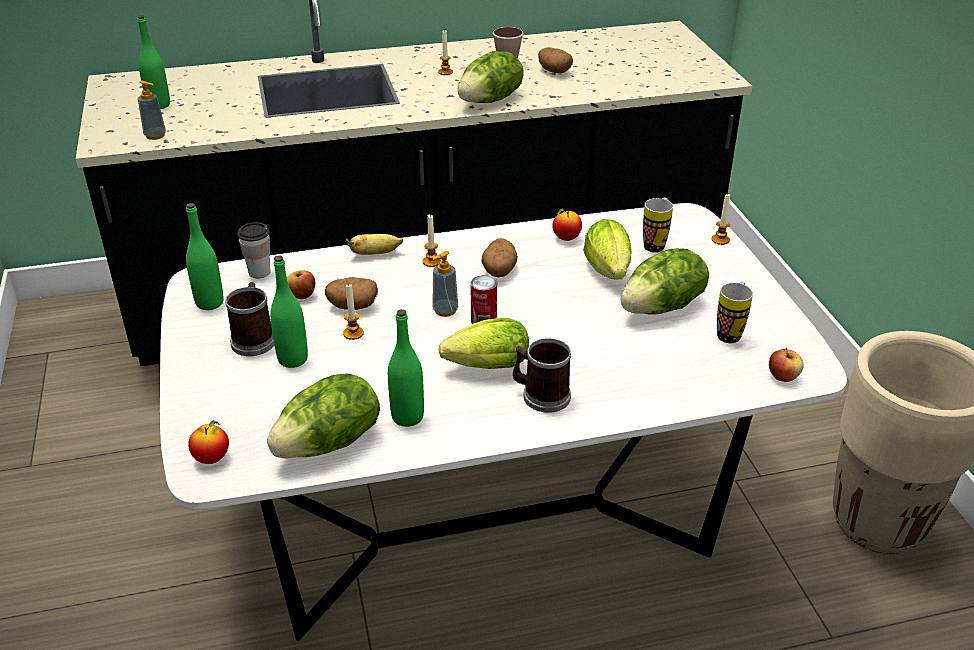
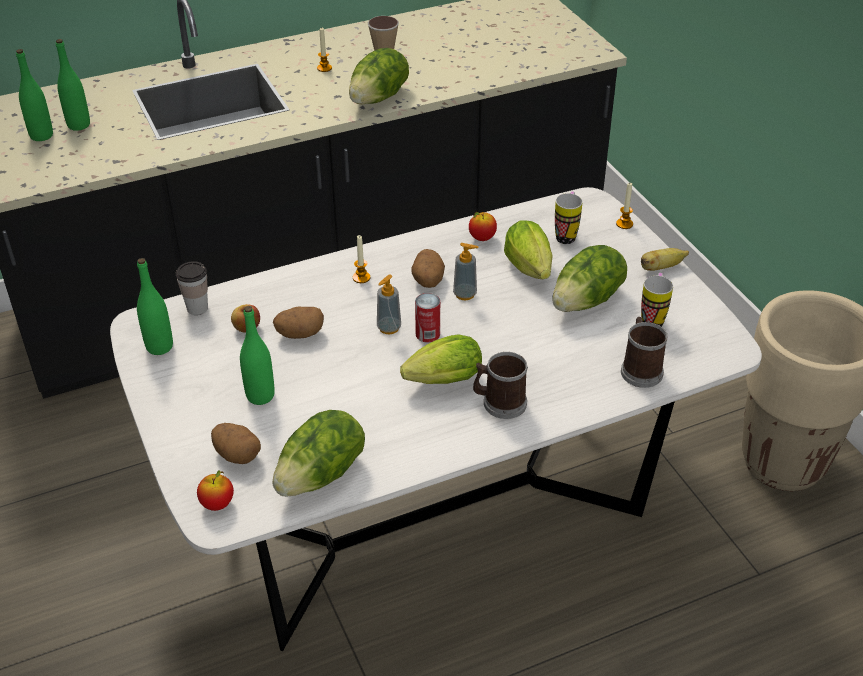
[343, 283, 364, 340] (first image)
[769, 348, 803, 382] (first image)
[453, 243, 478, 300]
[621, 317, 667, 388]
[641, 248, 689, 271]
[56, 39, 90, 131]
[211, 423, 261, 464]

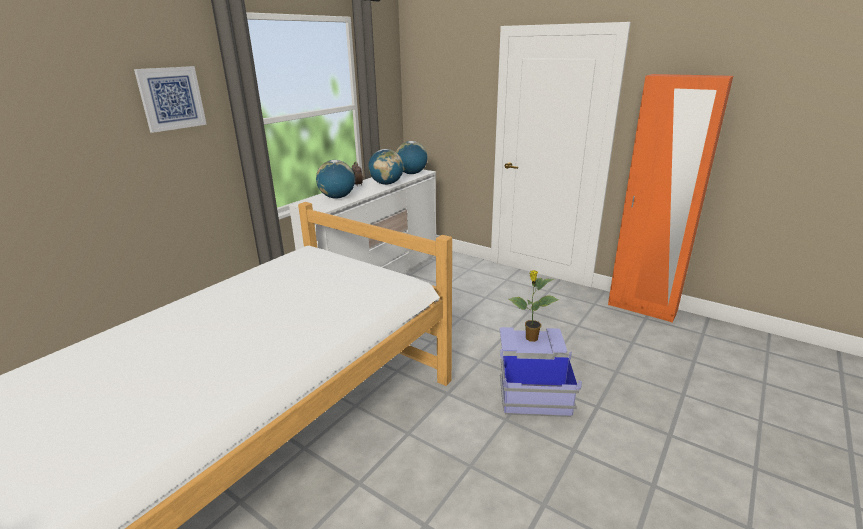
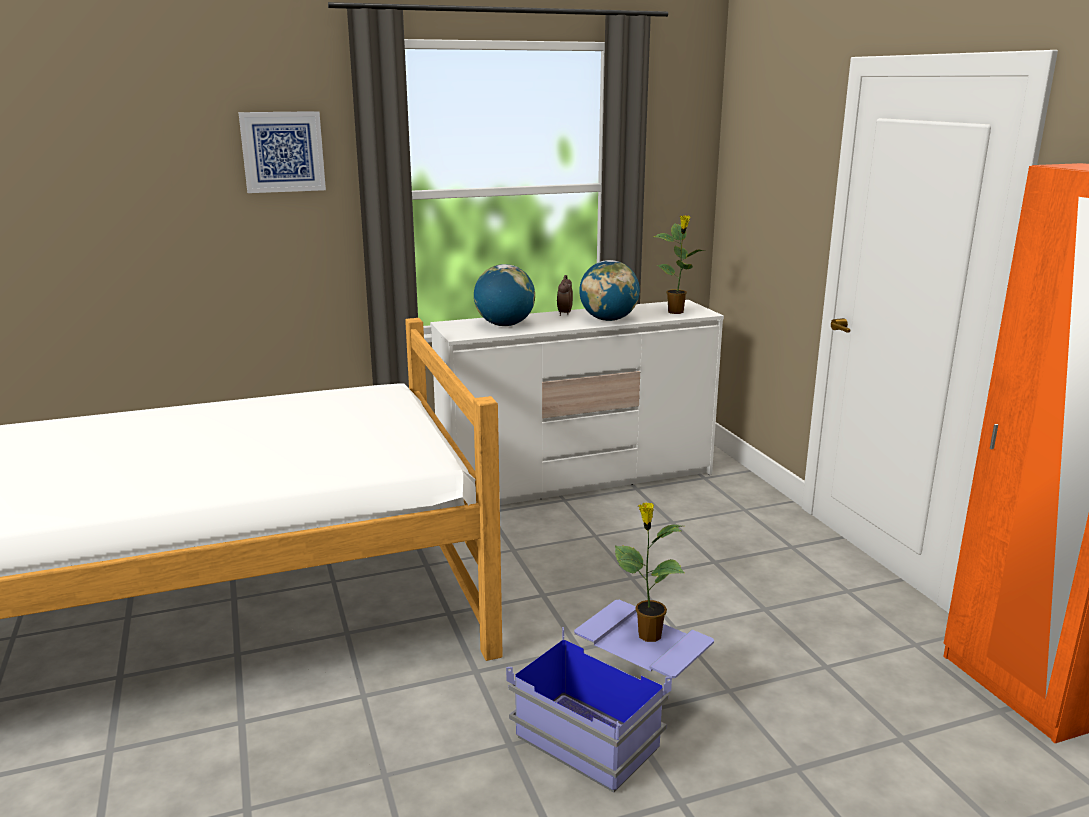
[654, 215, 704, 314]

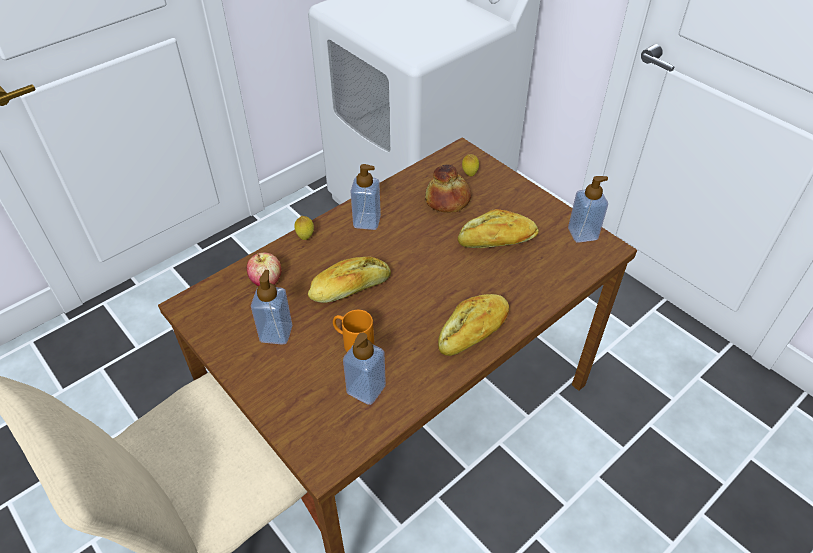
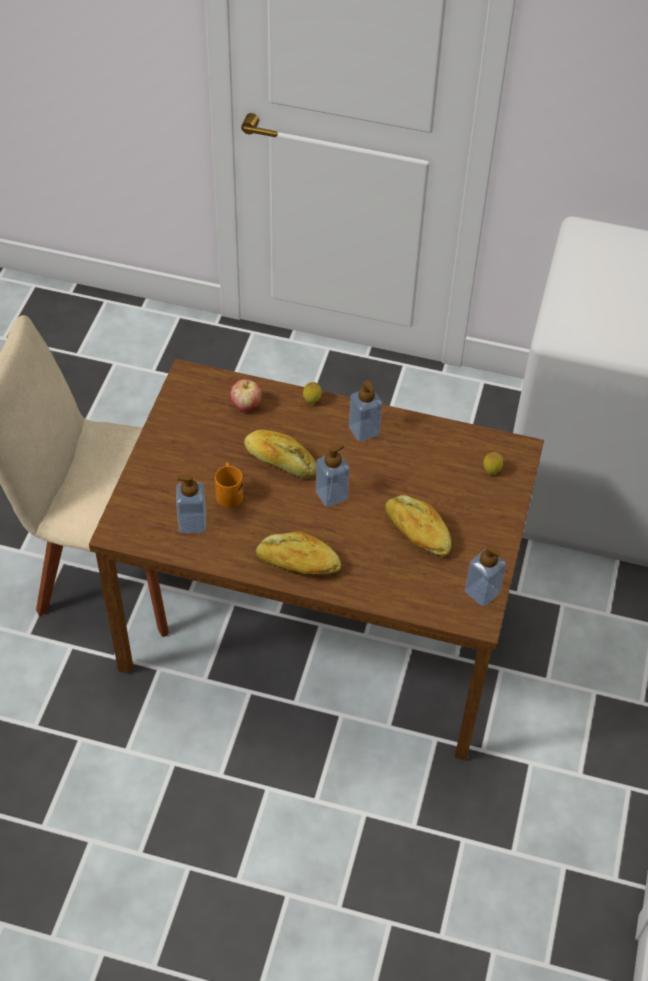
[425, 164, 471, 212] (first image)
[316, 444, 350, 507]

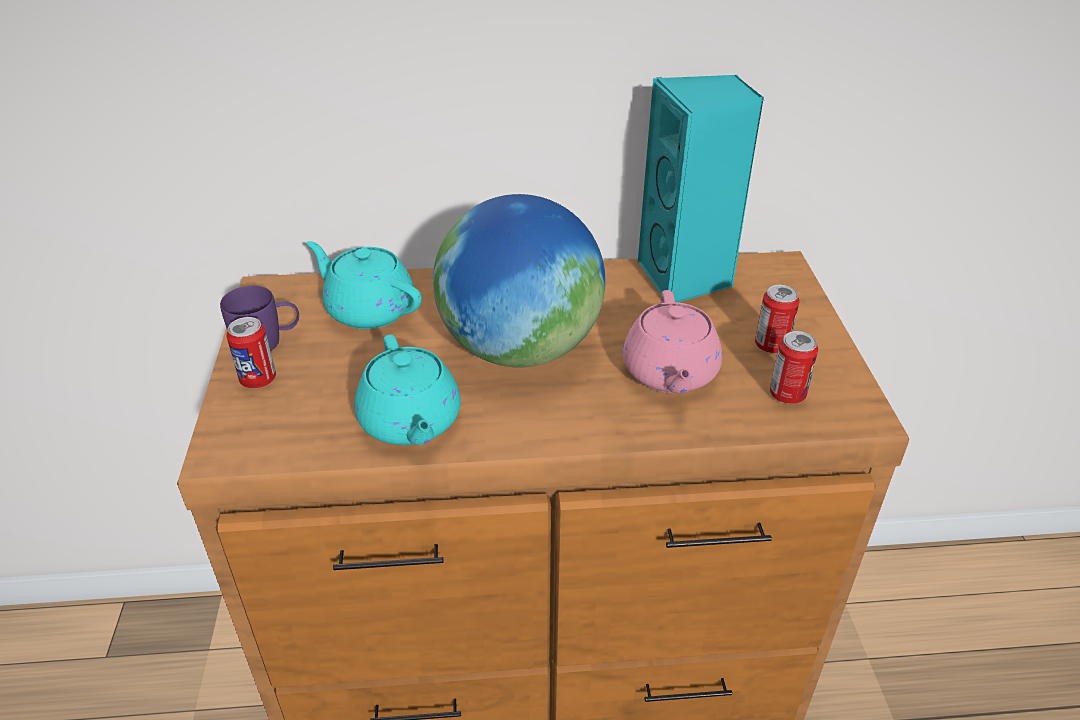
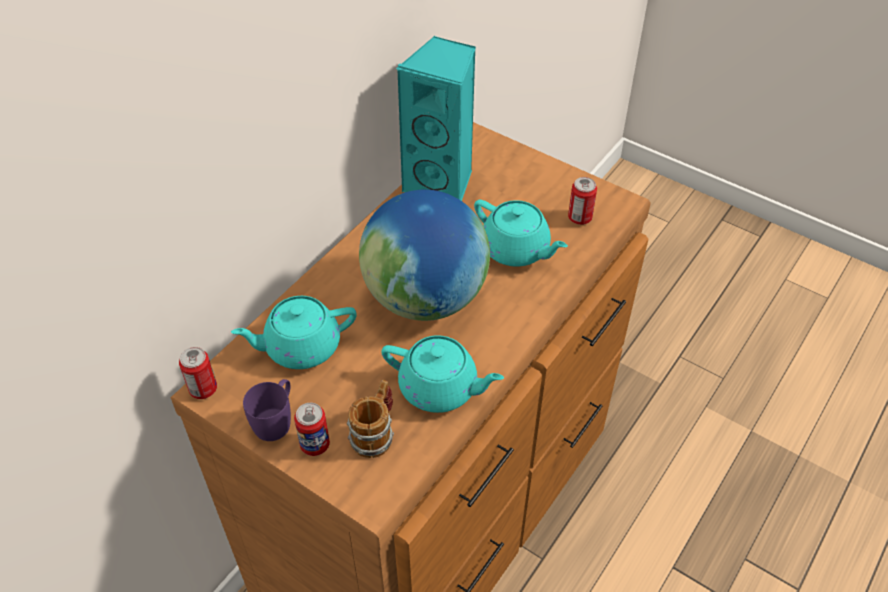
[347, 380, 394, 458]
[179, 347, 217, 399]
[474, 200, 568, 266]

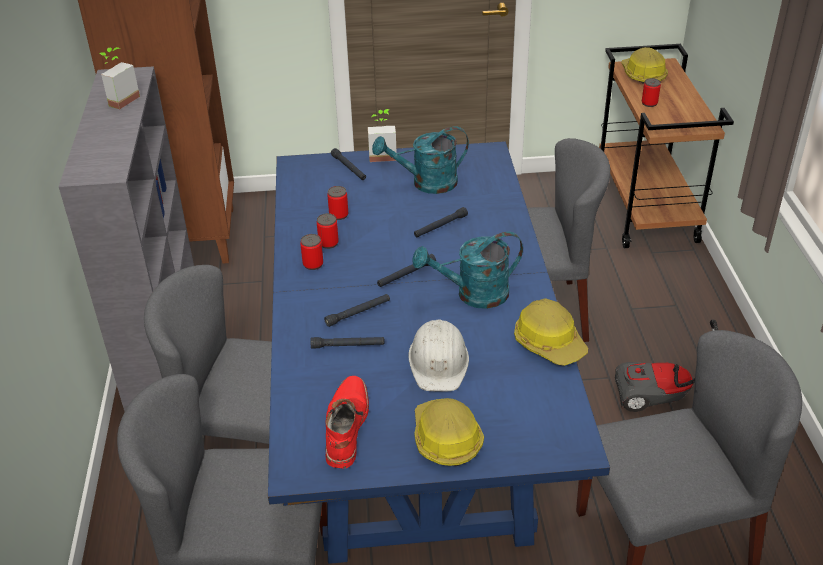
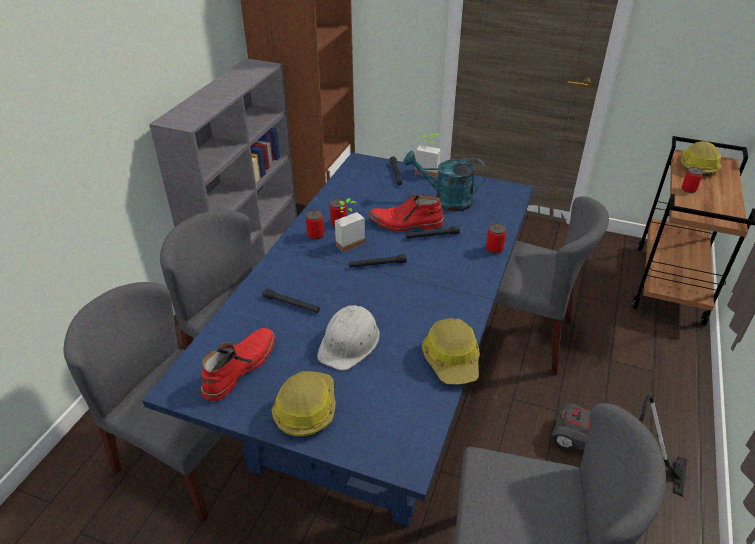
[324, 294, 390, 327] (first image)
[413, 232, 523, 309] (first image)
[369, 193, 444, 231]
[335, 198, 365, 252]
[486, 223, 506, 254]

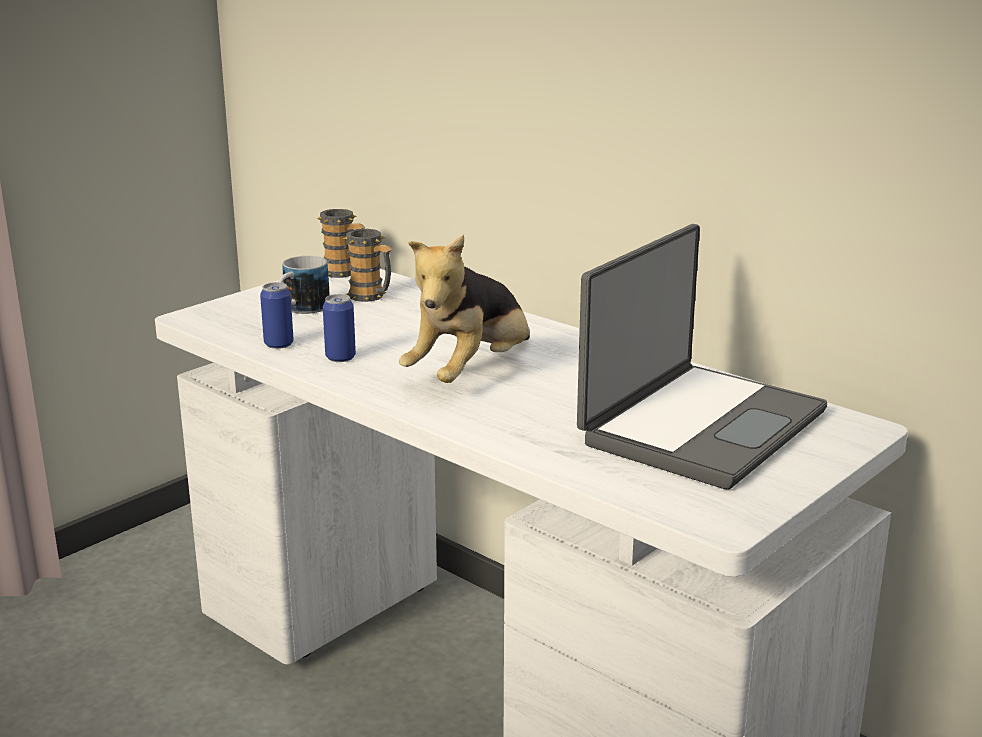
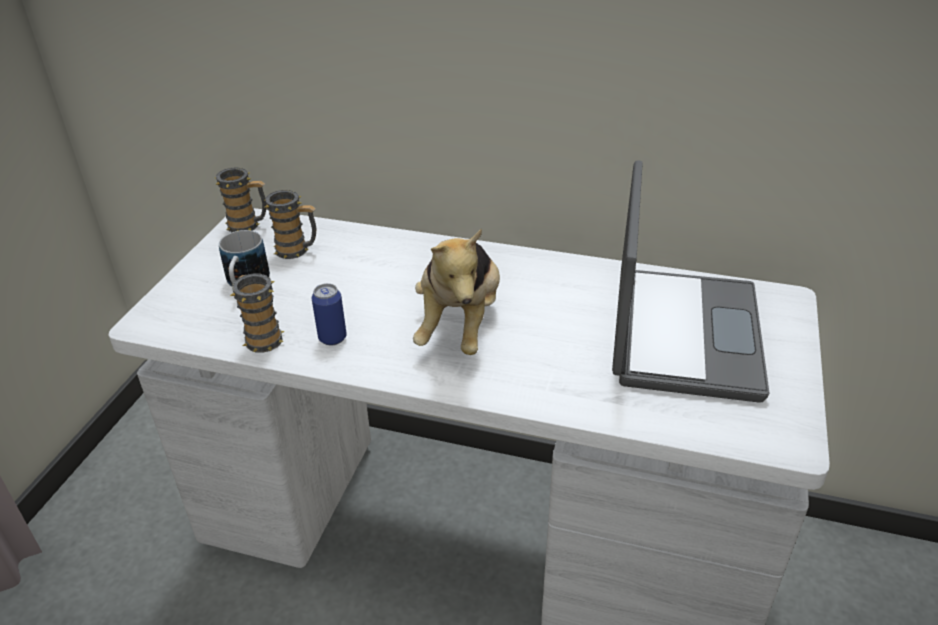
[230, 274, 284, 353]

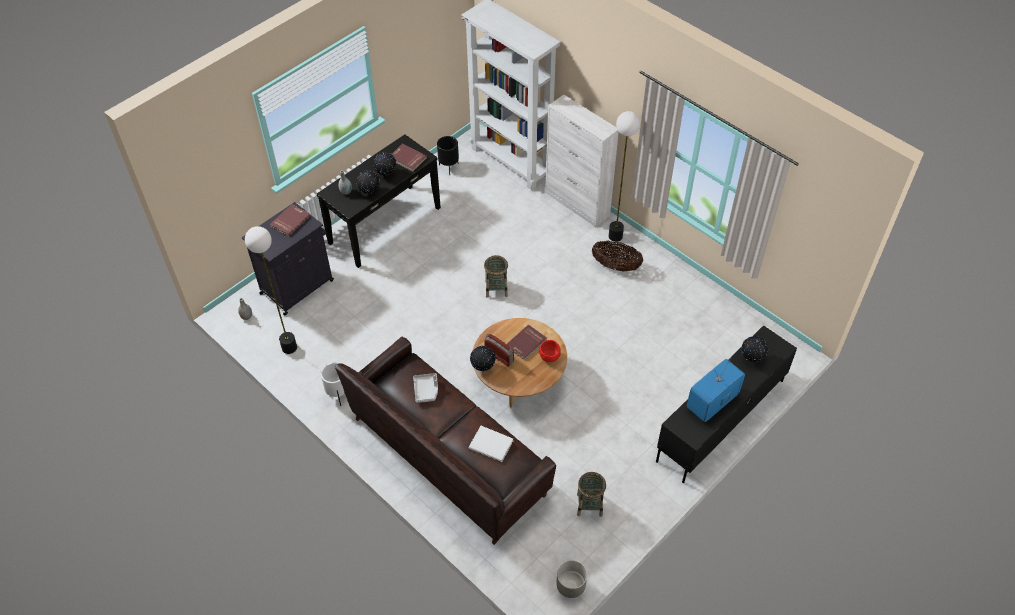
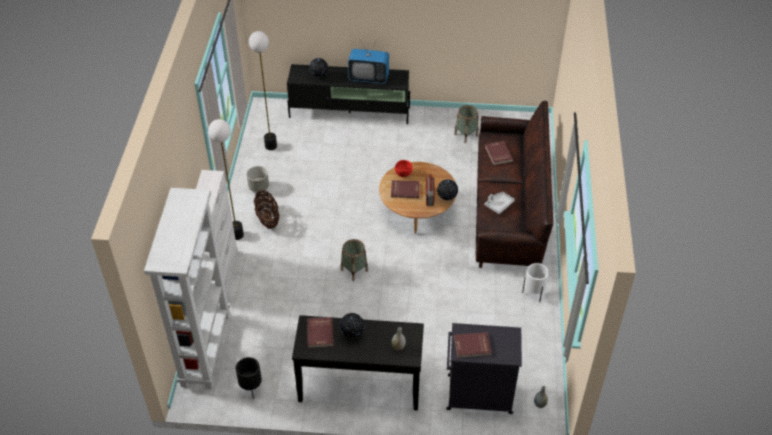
[356, 170, 380, 194] (first image)
[249, 31, 277, 150]
[247, 166, 269, 192]
[485, 141, 514, 165]

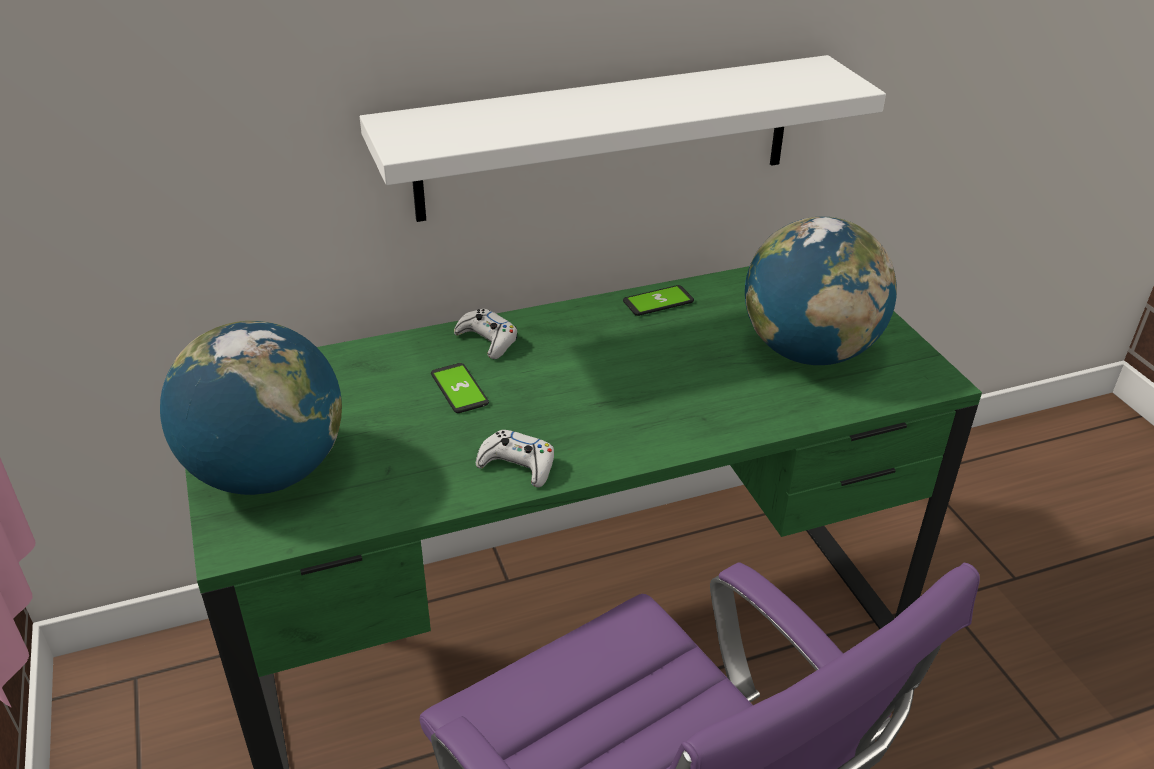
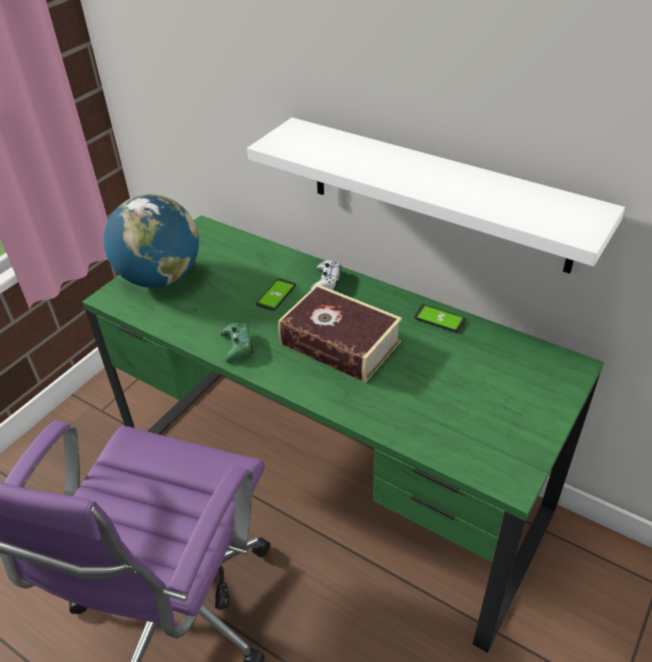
[745, 217, 897, 365] (first image)
[278, 284, 402, 383]
[221, 323, 253, 363]

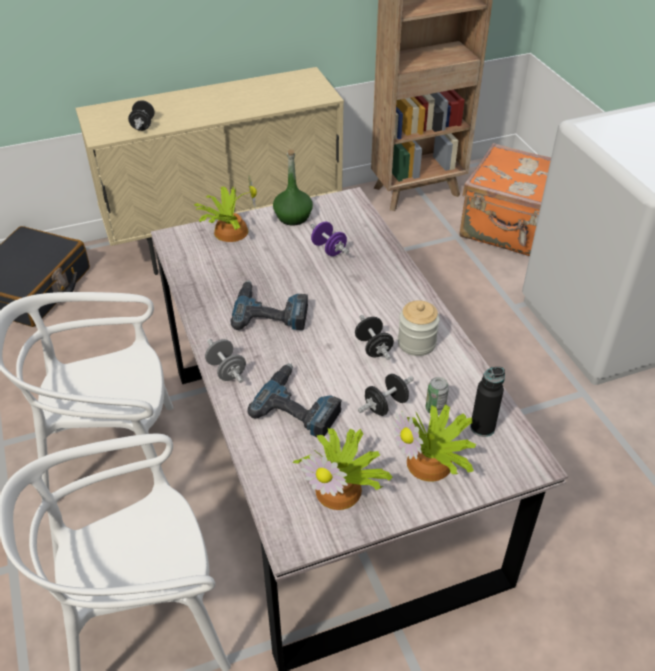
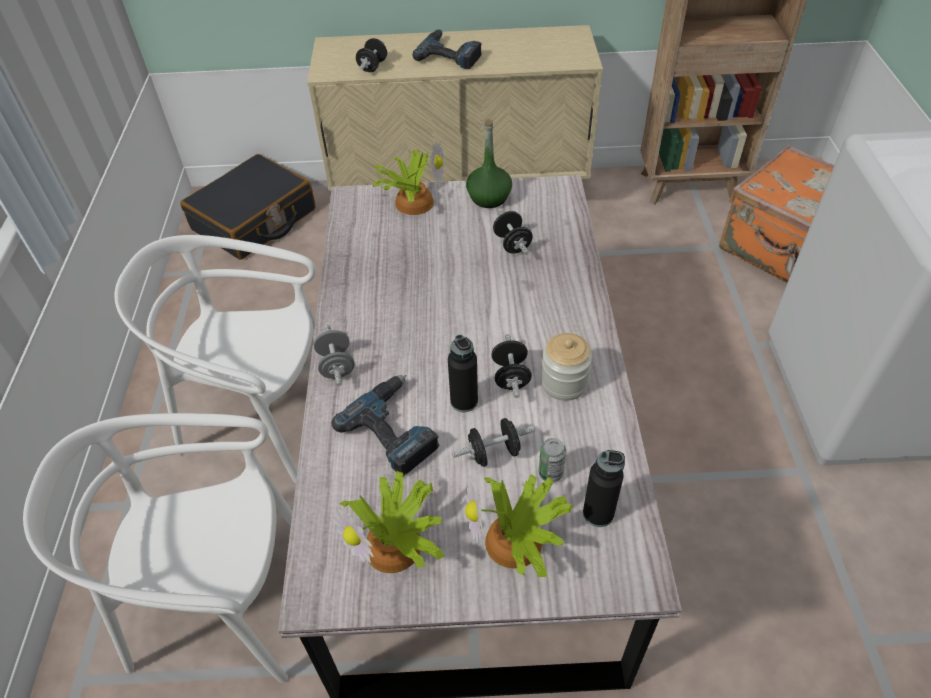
[448, 334, 478, 412]
[412, 29, 482, 69]
[493, 211, 533, 255]

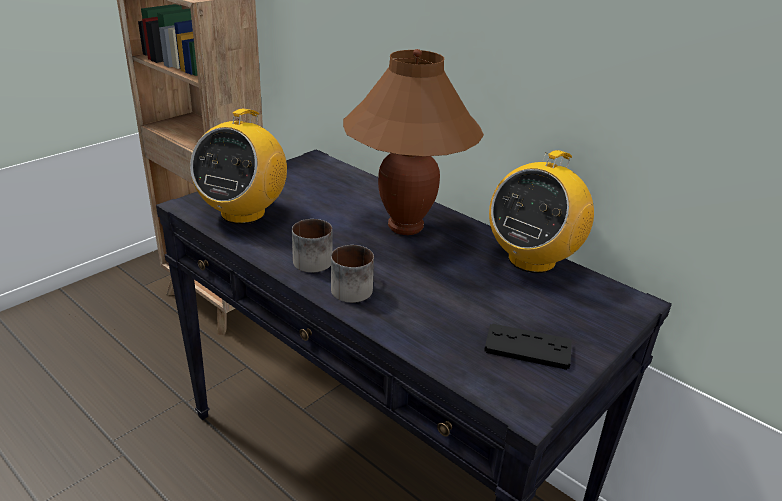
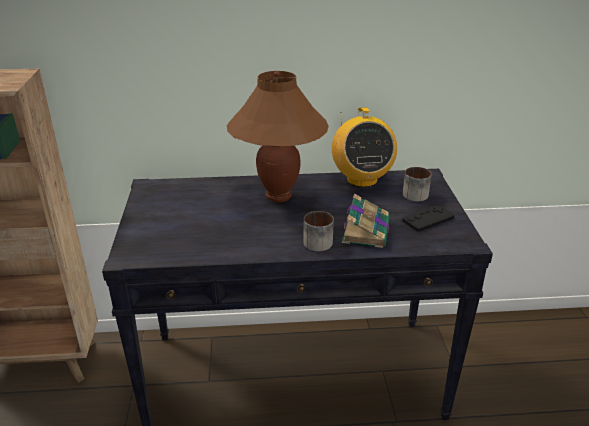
[190, 109, 287, 224] (first image)
[342, 194, 390, 248]
[403, 167, 432, 201]

